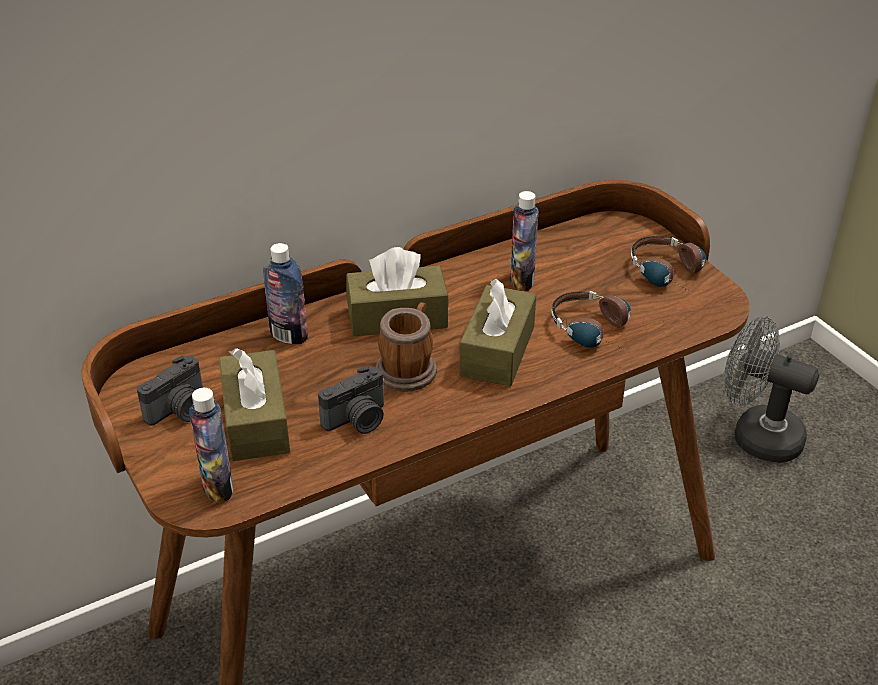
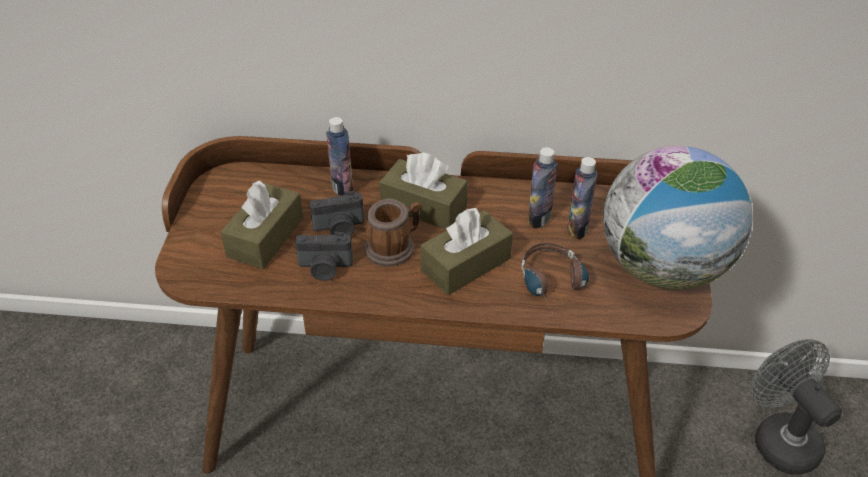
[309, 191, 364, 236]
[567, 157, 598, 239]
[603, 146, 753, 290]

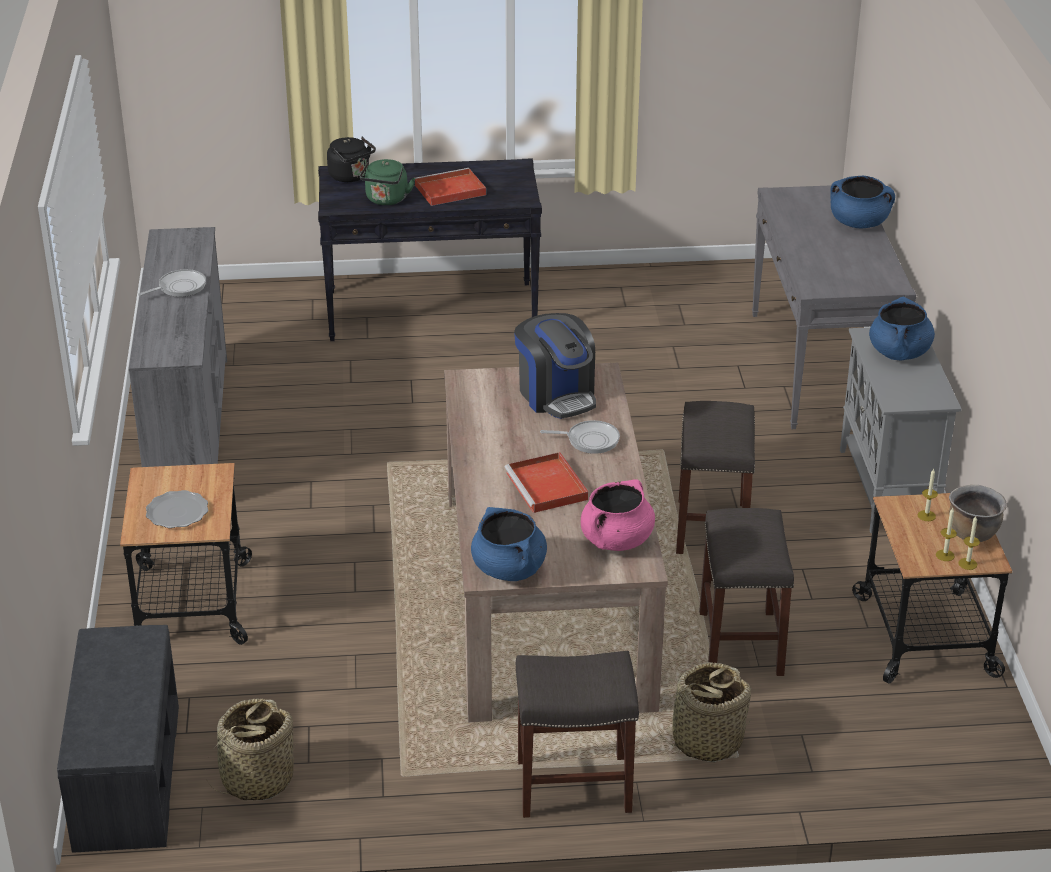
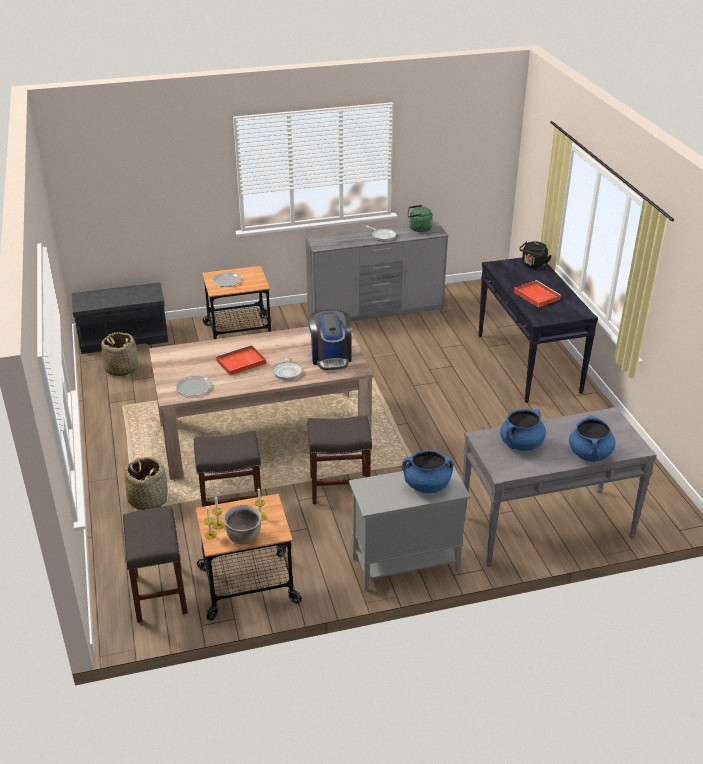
[408, 205, 433, 232]
[500, 409, 546, 451]
[123, 507, 188, 623]
[176, 375, 212, 396]
[308, 310, 352, 370]

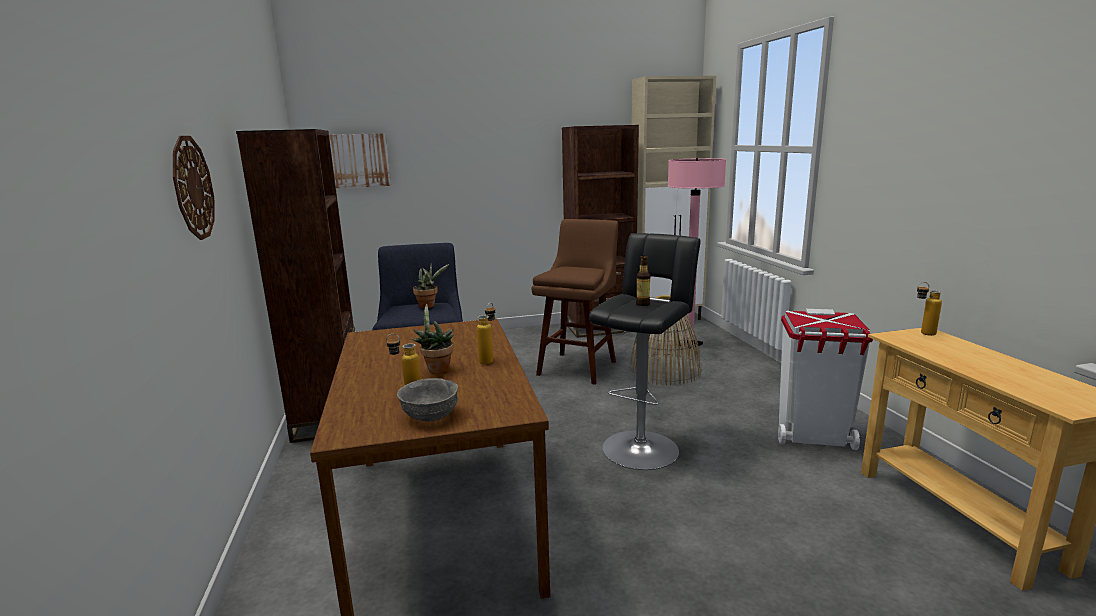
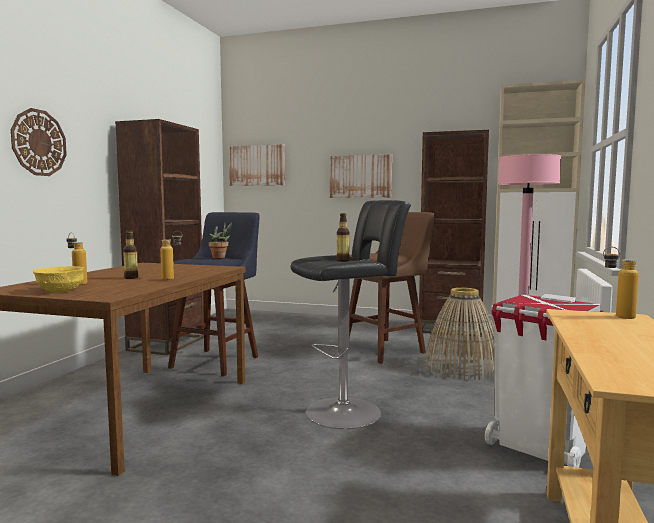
[330, 154, 392, 198]
[123, 230, 138, 279]
[33, 266, 85, 292]

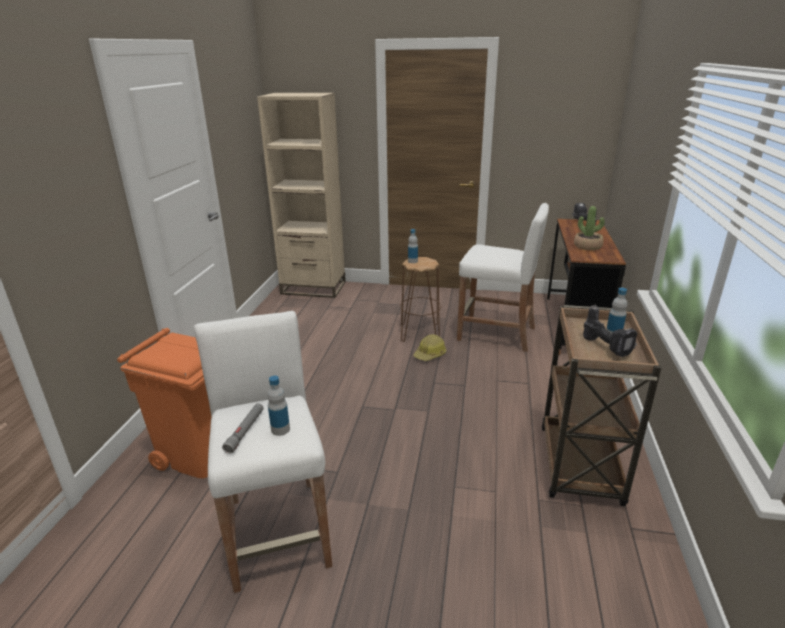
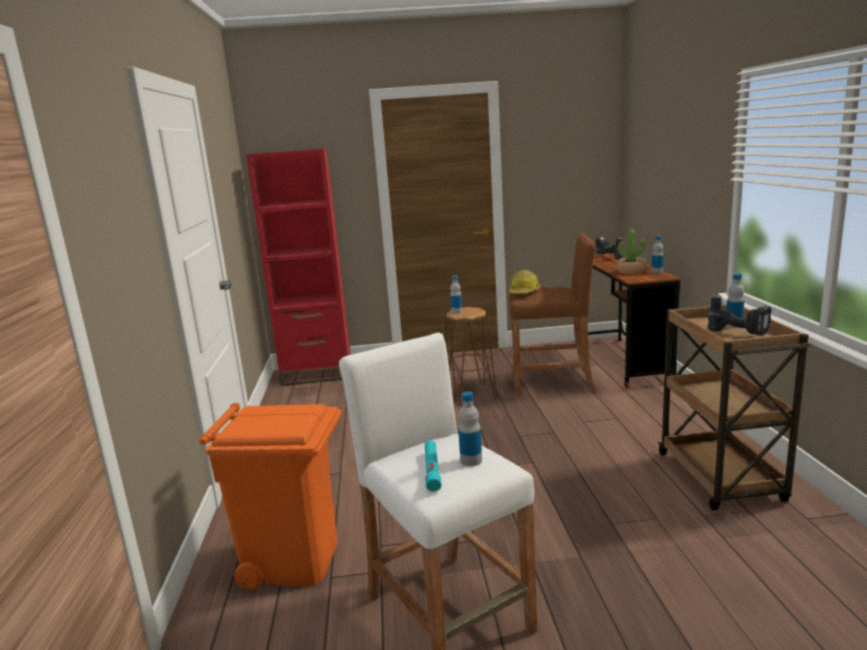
[651, 236, 664, 273]
[509, 270, 540, 293]
[425, 440, 442, 492]
[246, 148, 351, 386]
[509, 233, 595, 395]

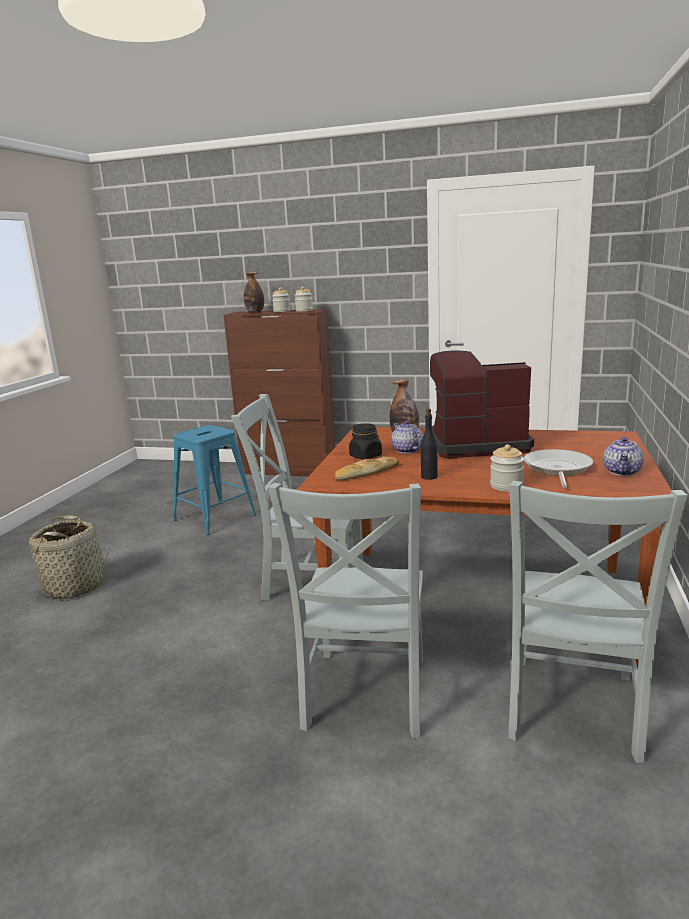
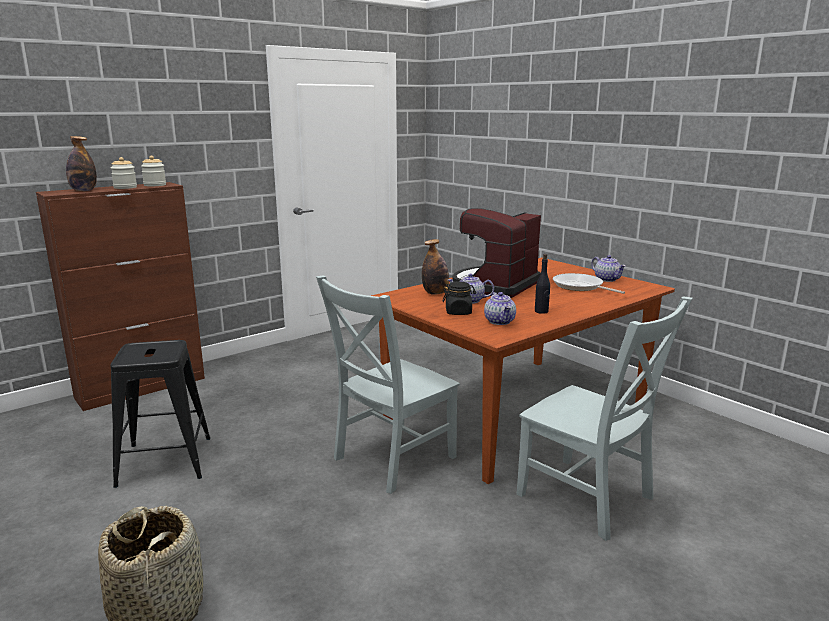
[490, 444, 524, 492] (first image)
[508, 481, 688, 763] (first image)
[484, 292, 516, 325]
[110, 340, 211, 488]

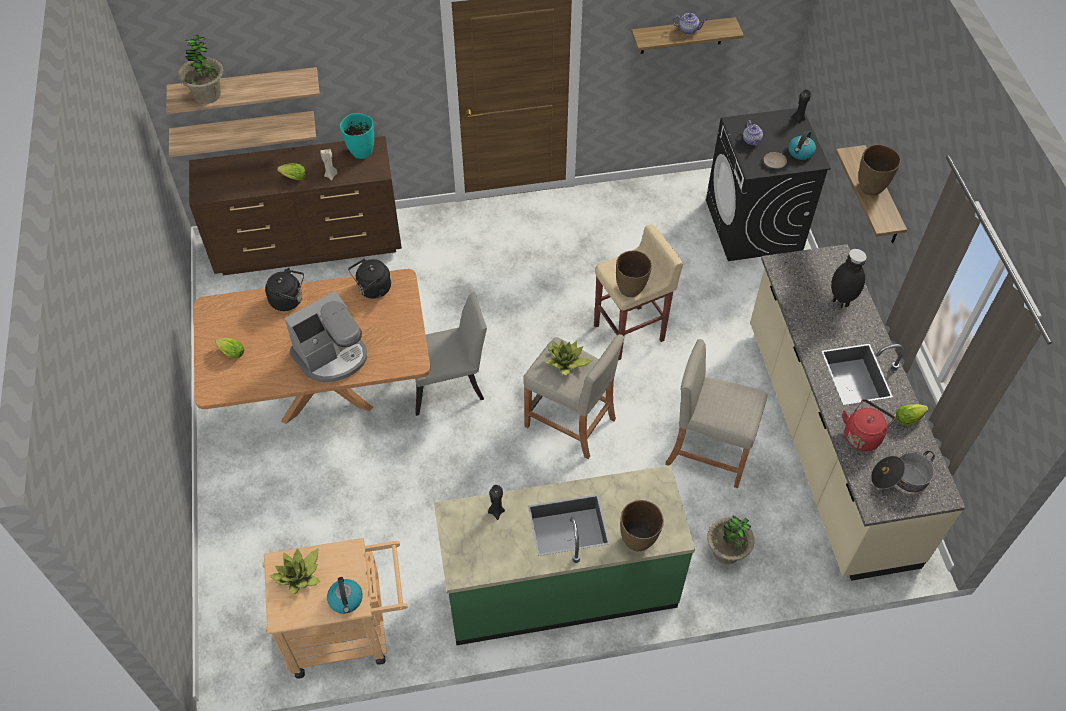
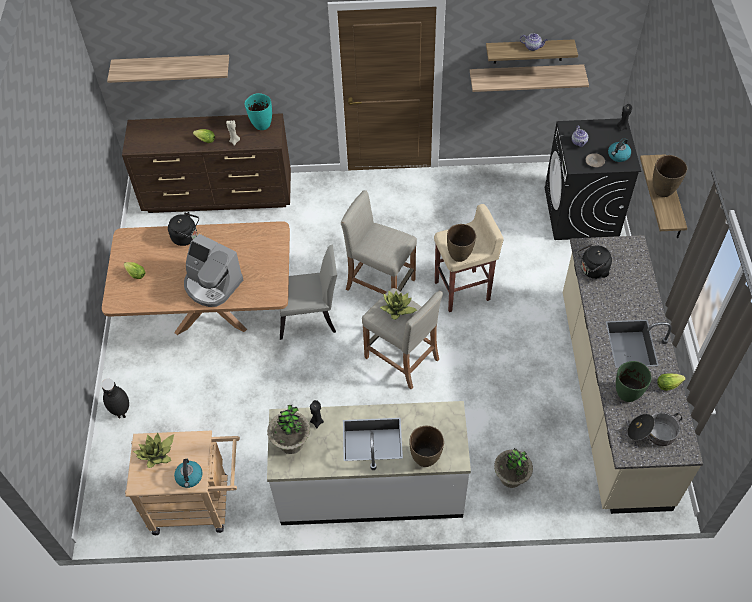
[470, 64, 589, 92]
[267, 405, 310, 454]
[578, 244, 612, 279]
[341, 190, 417, 294]
[102, 379, 129, 418]
[616, 361, 652, 402]
[267, 401, 471, 525]
[184, 234, 243, 307]

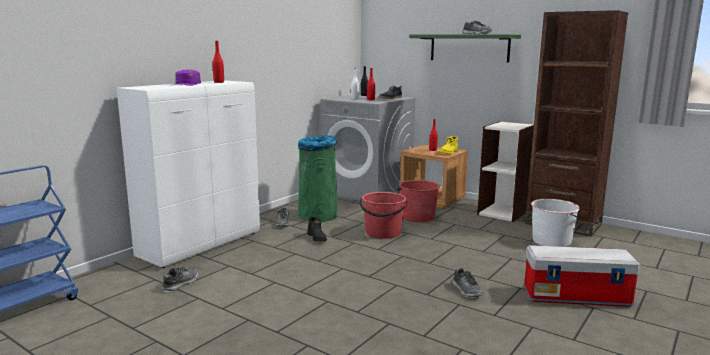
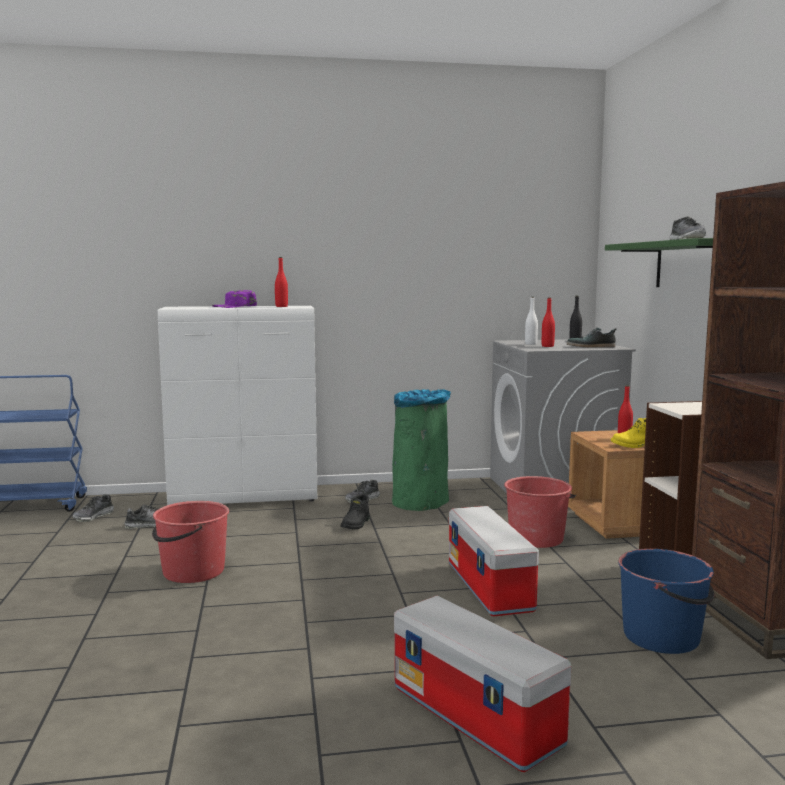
[449, 506, 539, 616]
[152, 501, 229, 583]
[72, 494, 114, 522]
[618, 549, 715, 654]

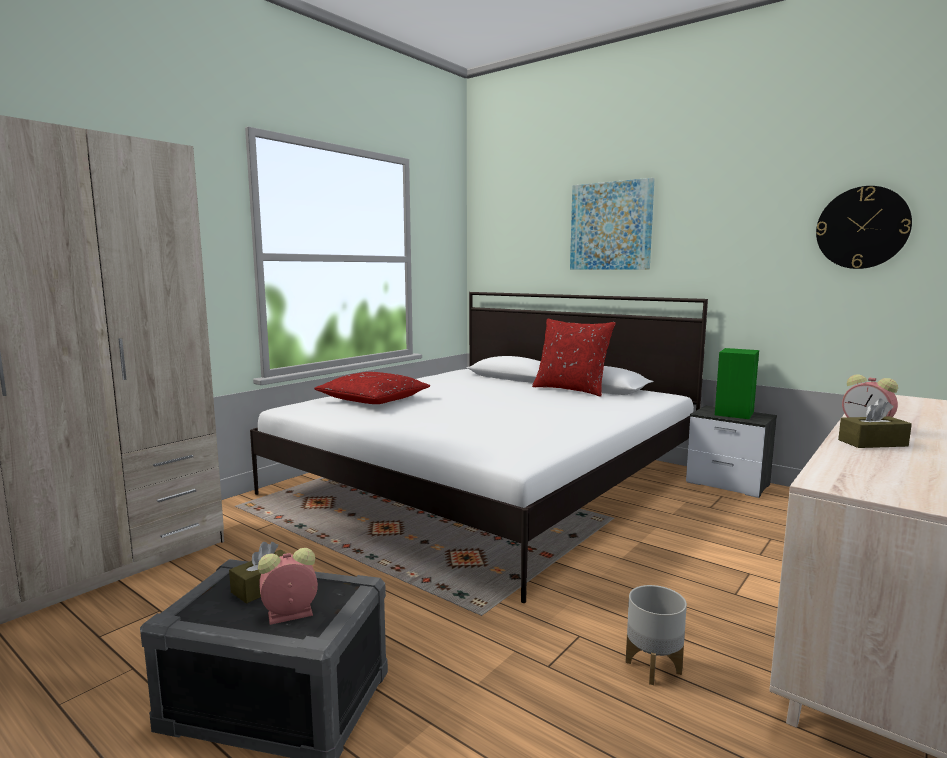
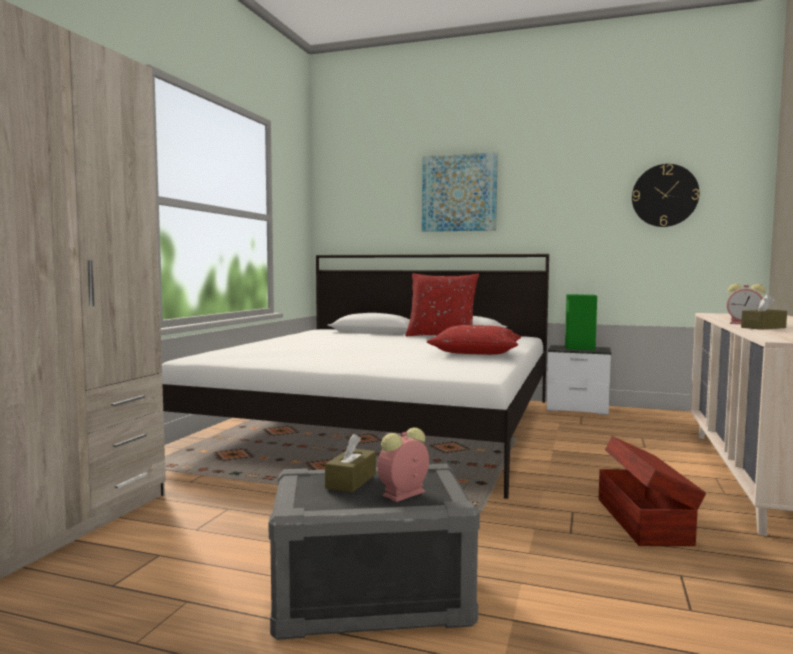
[427, 325, 521, 355]
[599, 436, 706, 546]

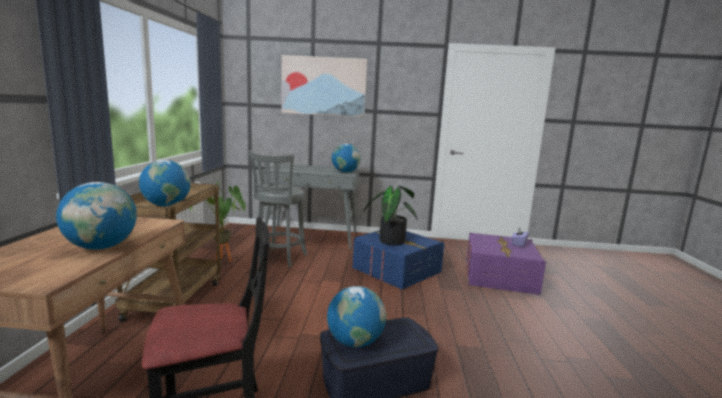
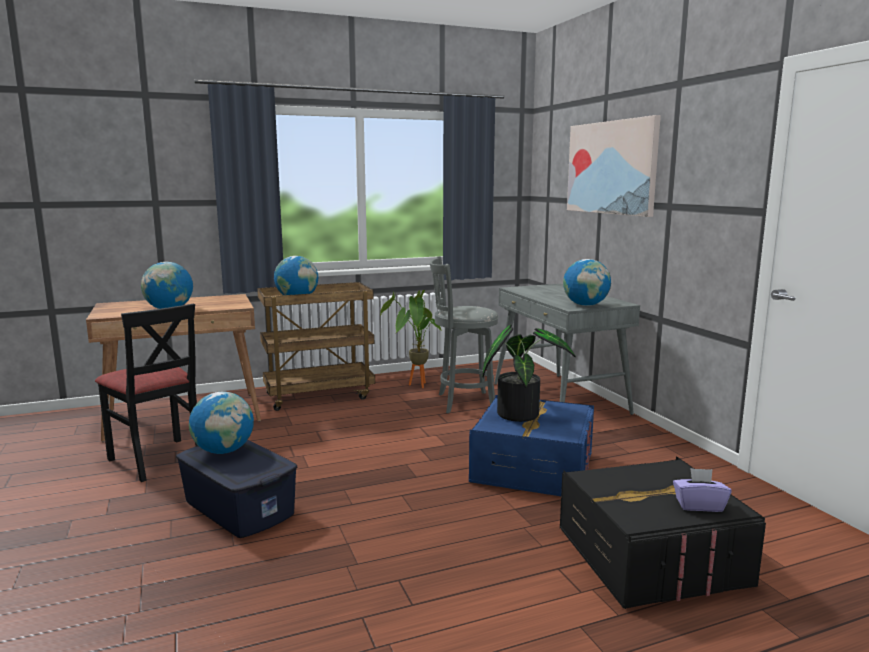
[560, 457, 766, 609]

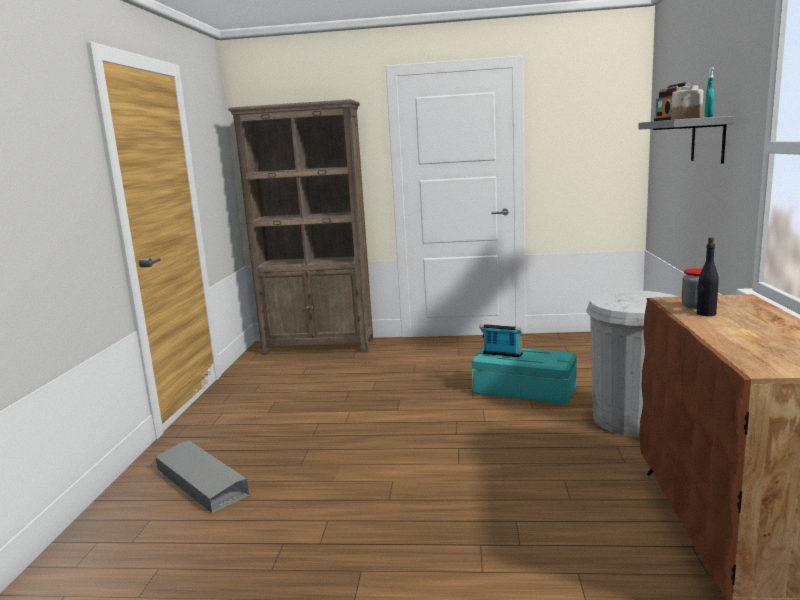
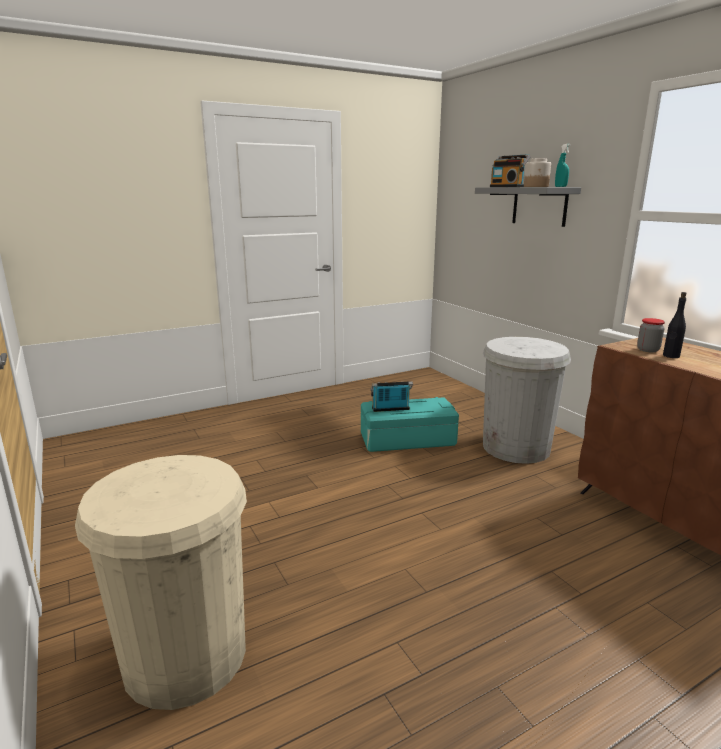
[228, 99, 373, 355] (first image)
[75, 455, 247, 710]

